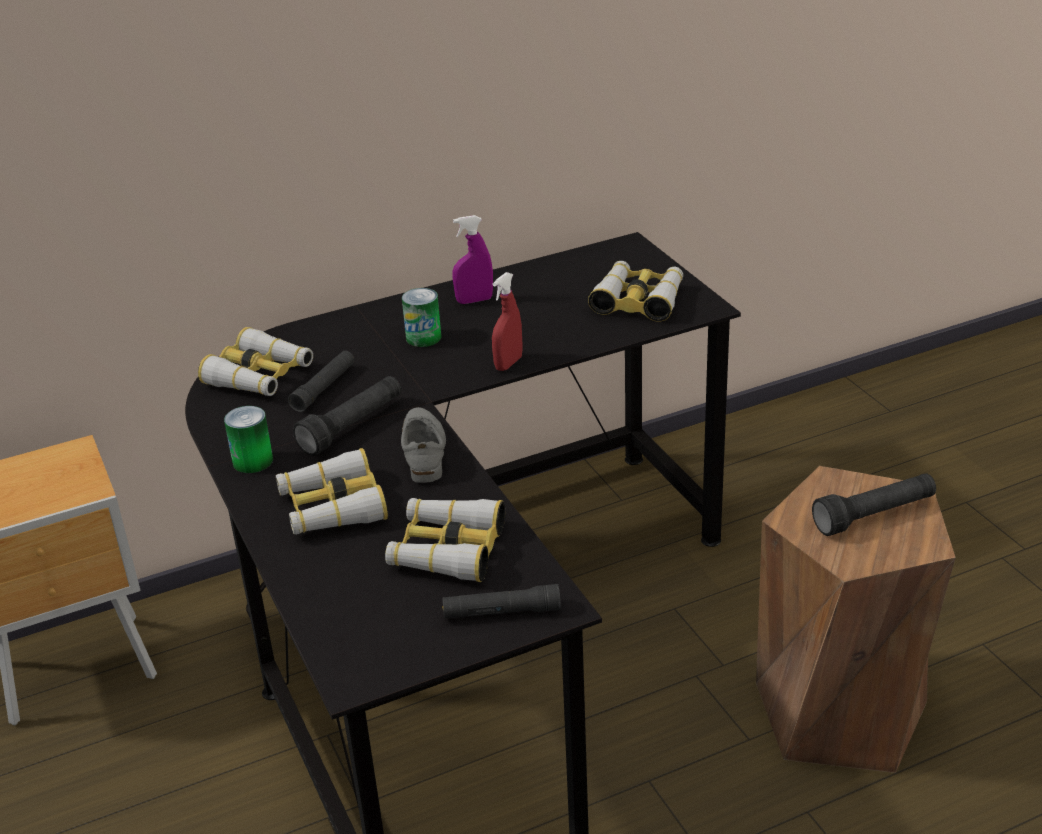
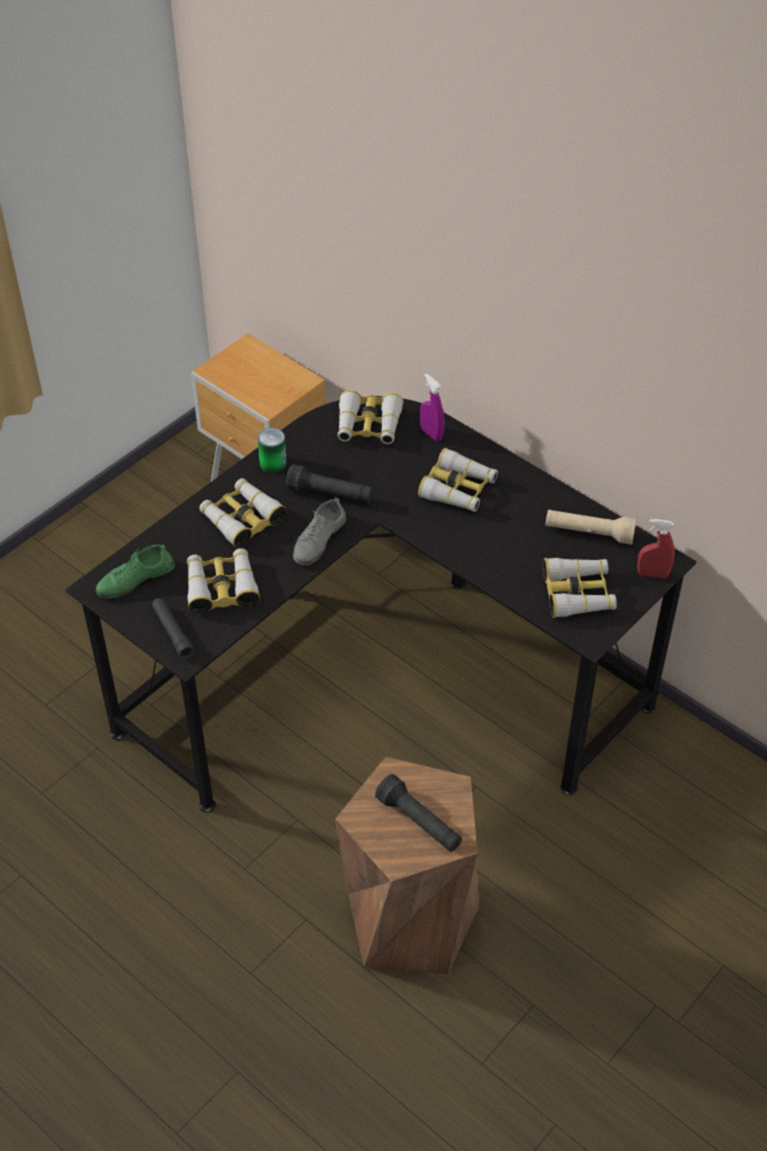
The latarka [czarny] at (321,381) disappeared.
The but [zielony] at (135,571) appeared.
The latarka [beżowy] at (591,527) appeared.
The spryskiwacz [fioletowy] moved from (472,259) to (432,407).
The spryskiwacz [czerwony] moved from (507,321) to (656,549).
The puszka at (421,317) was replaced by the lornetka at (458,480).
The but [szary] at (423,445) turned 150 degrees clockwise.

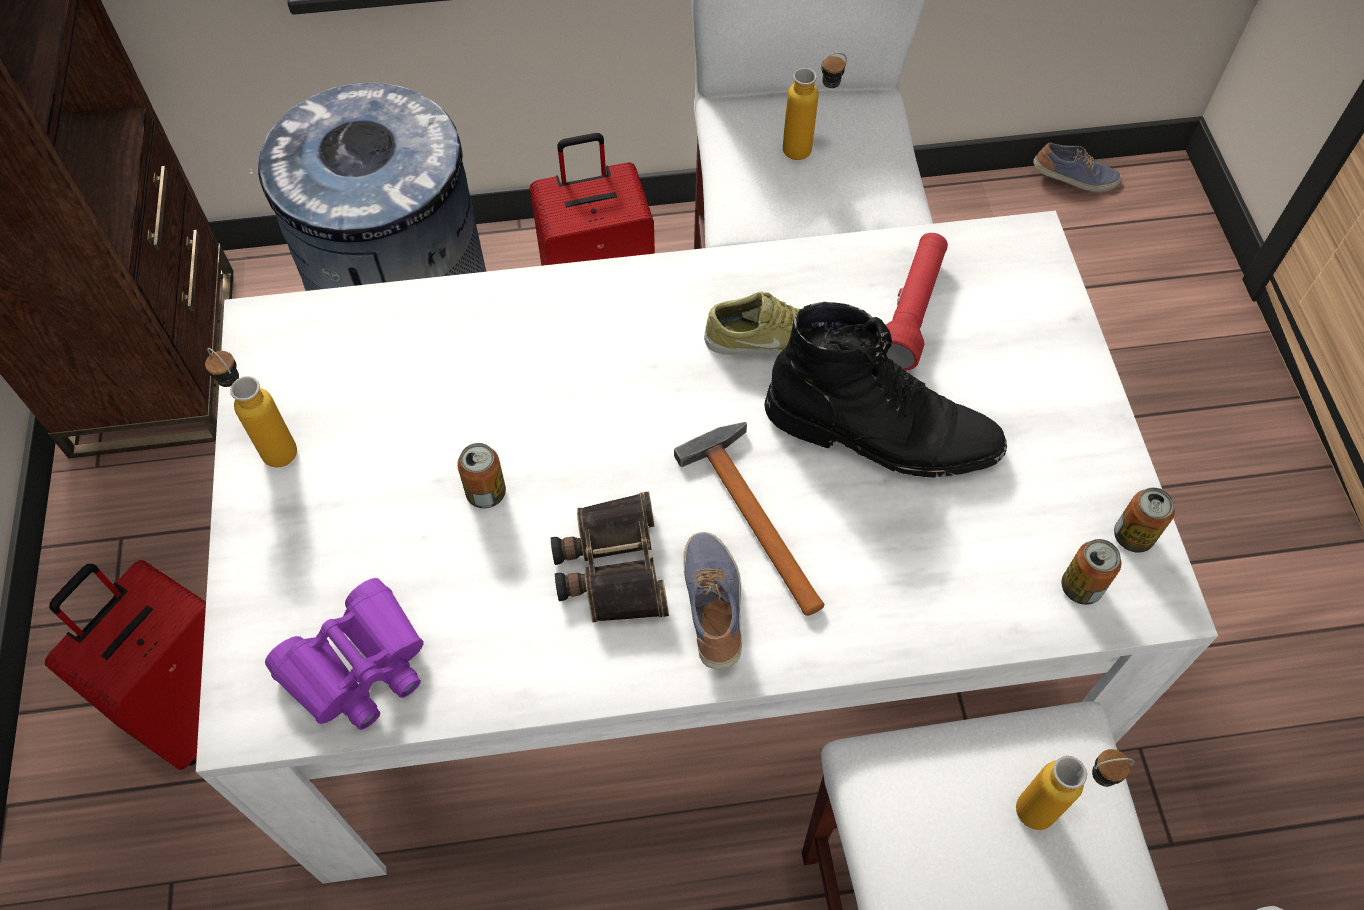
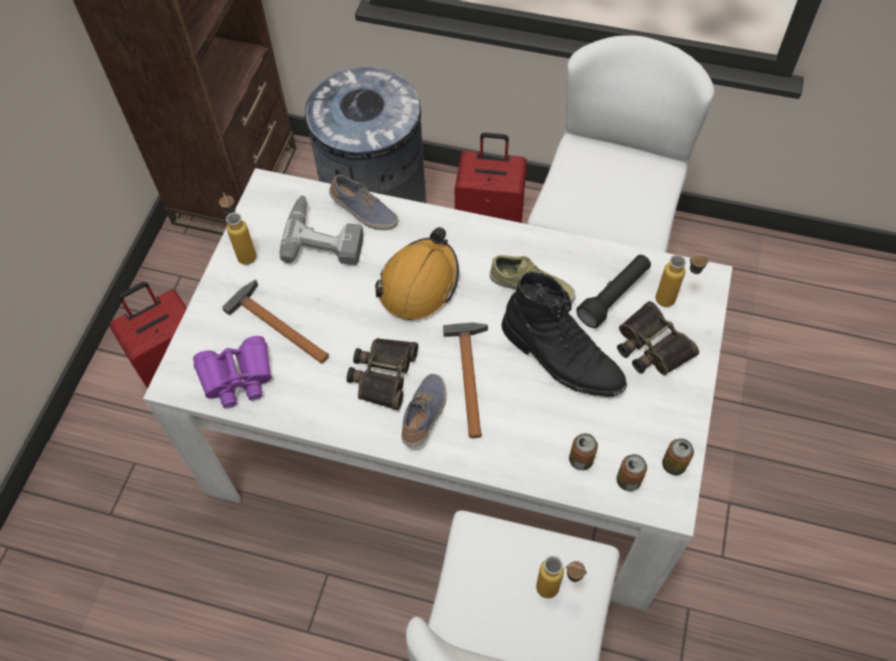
The młotek at (275,321) appeared.
The wiertarka at (322,230) appeared.
The kask [pomarańczowy] at (417,273) appeared.
The lornetka at (658,338) appeared.
The puszka moved from (481,475) to (583,451).
The butelka moved from (815,106) to (682,280).
The but moved from (1077,167) to (363,202).
The latarka [czerwony] at (915,302) became the latarka [czarny] at (613,291).

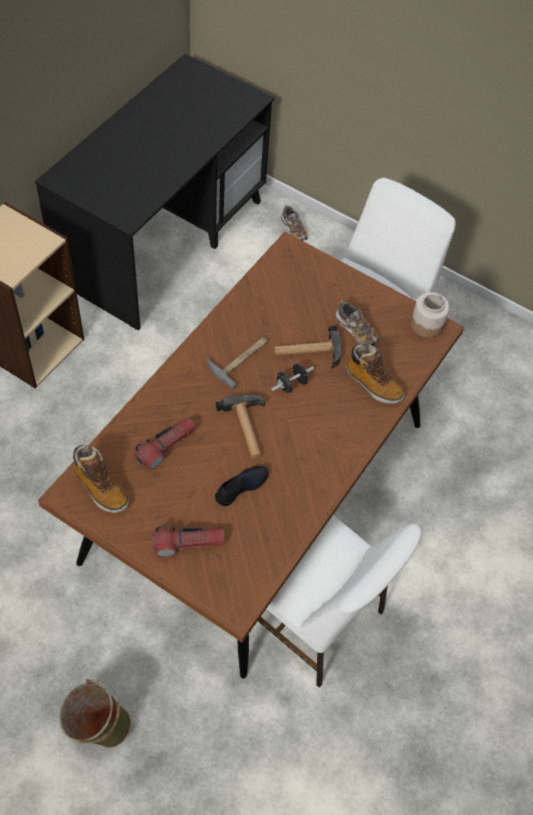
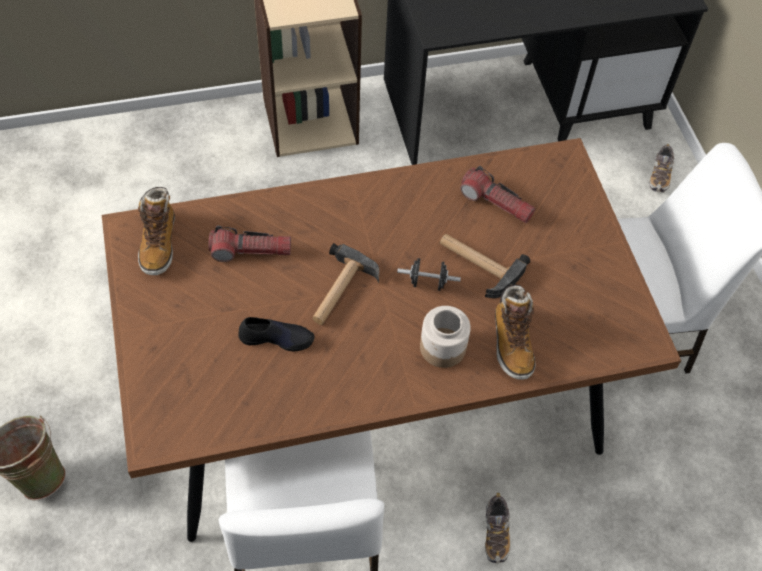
The młotek at (237,363) disappeared.
The latarka moved from (188,542) to (497,194).
The but moved from (357,323) to (498,528).
The słoik moved from (430,315) to (445,337).

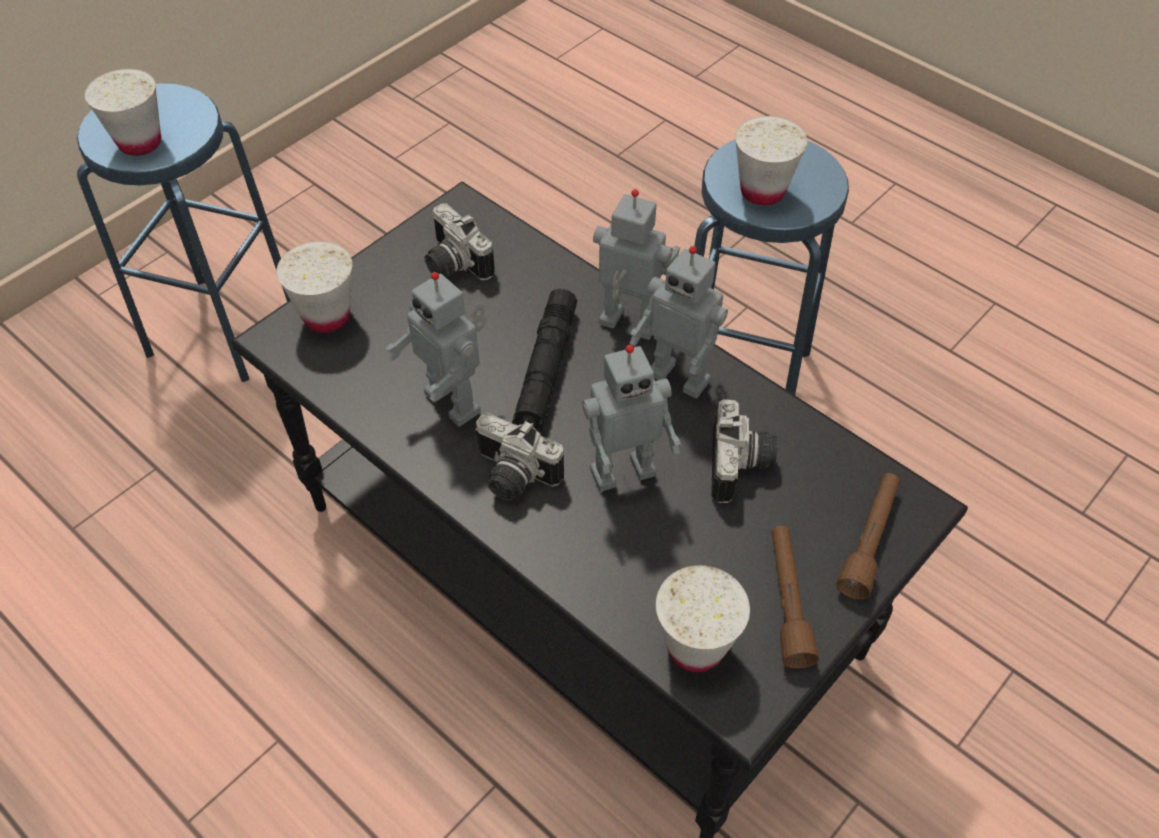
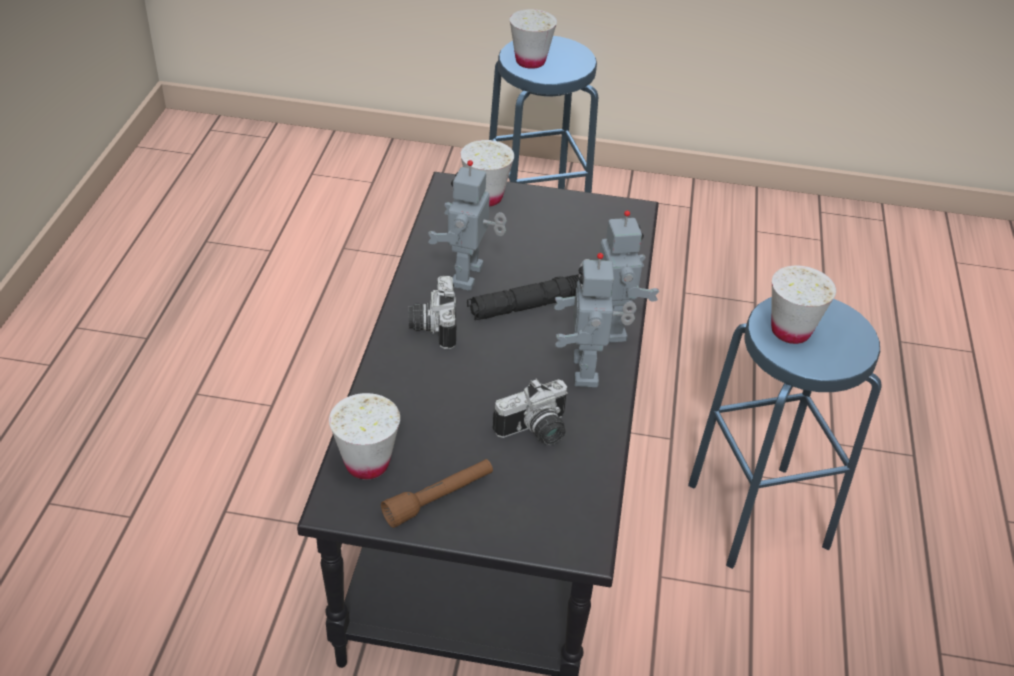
The aparat fotograficzny at (460,241) disappeared.
The robot zabawkowy at (631,418) disappeared.
The latarka [brązowy] at (868,536) disappeared.

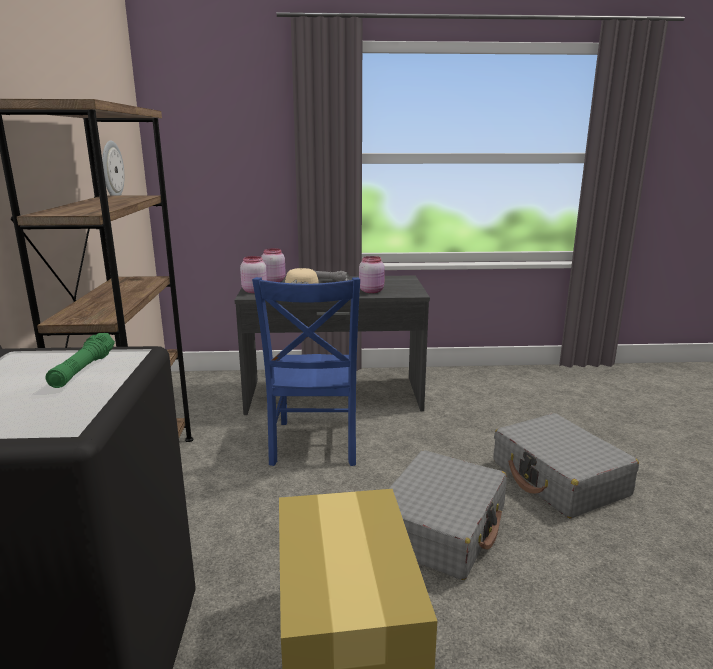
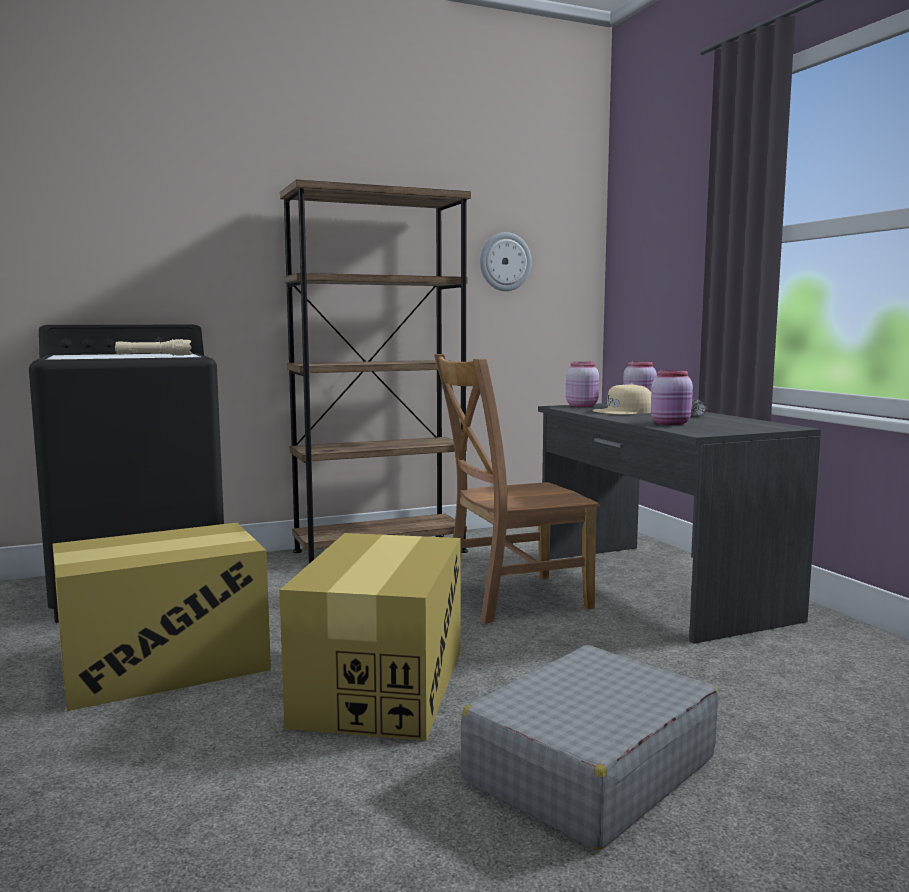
The walizka [szary] at (448,515) was replaced by the karton at (370,637).
The latarka [zielony] at (80,360) became the latarka [beżowy] at (153,347).
The krzesło [niebieski] at (306,371) became the krzesło [brązowy] at (516,489).

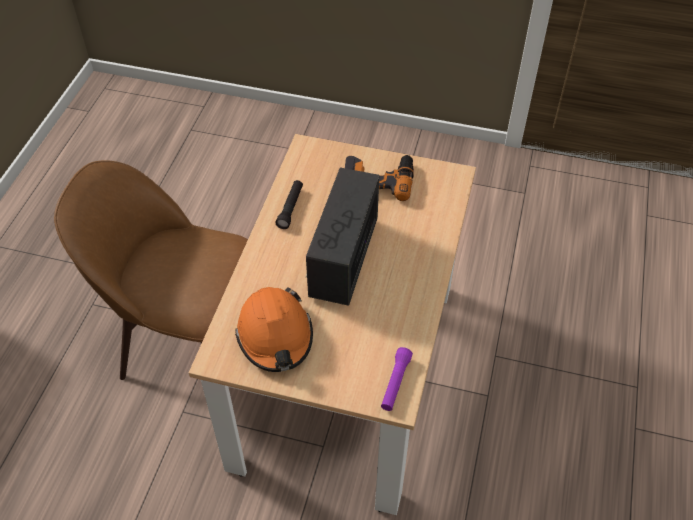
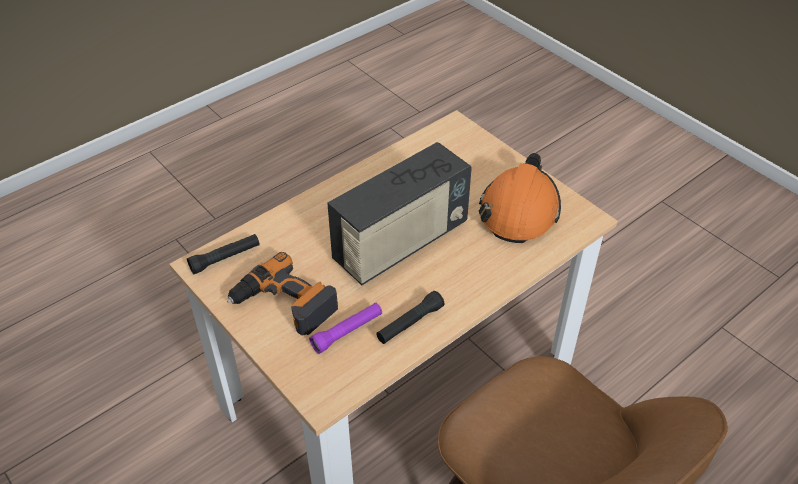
The latarka [czarny] at (223,254) appeared.
The latarka [fioletowy] moved from (397,379) to (345,328).

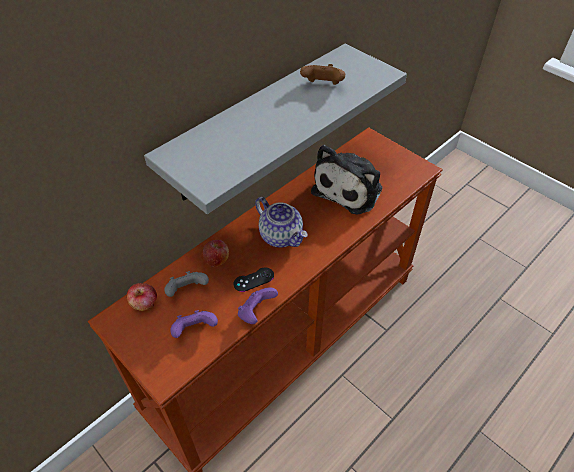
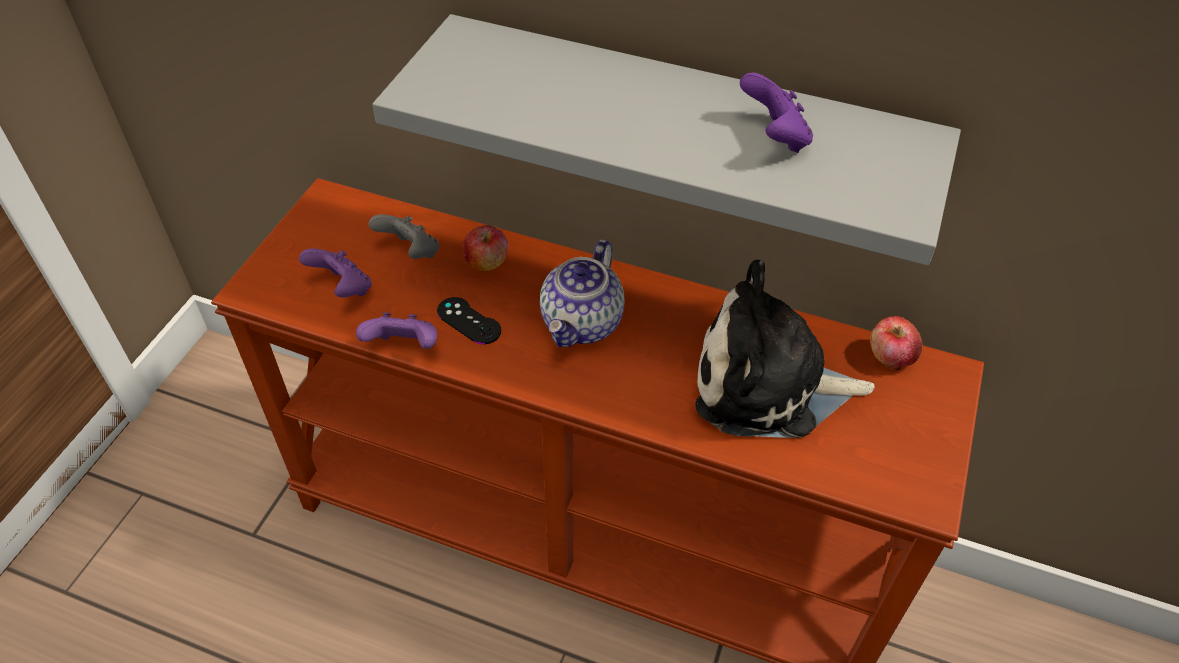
The jabłko moved from (142,297) to (896,343).
The pad do gier [brązowy] at (322,74) became the pad do gier [fioletowy] at (776,113).

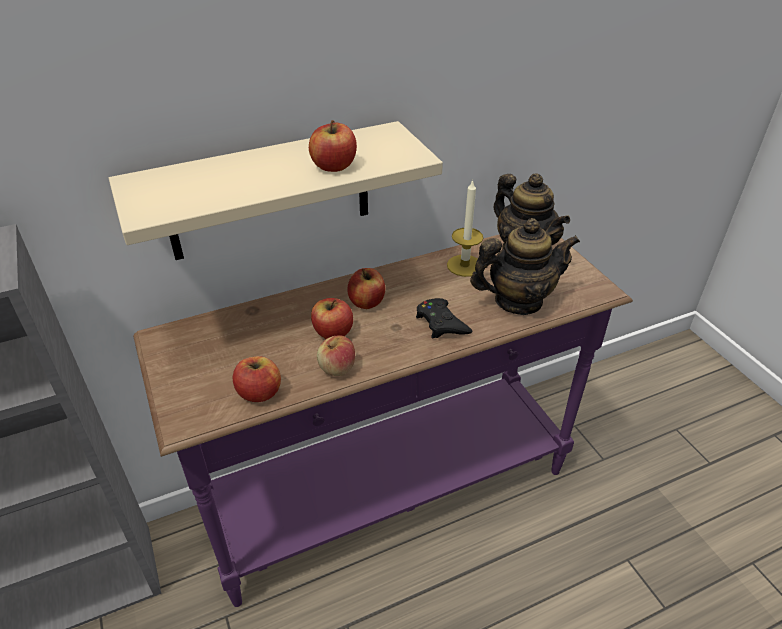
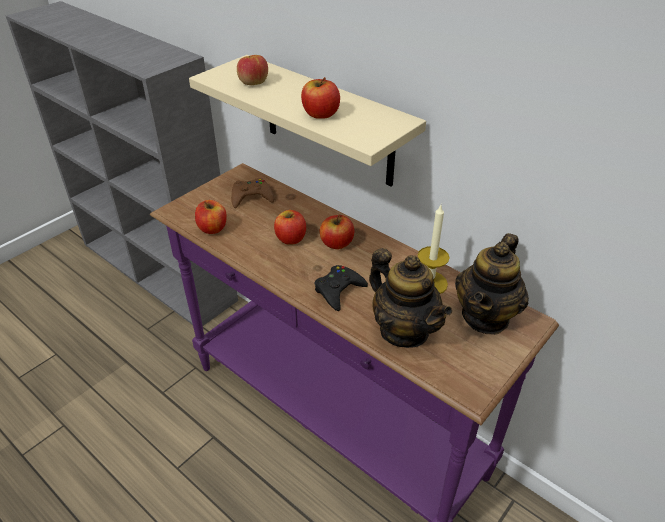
The pad do gier [brązowy] at (252,193) appeared.
The jabłko moved from (336,355) to (252,70).

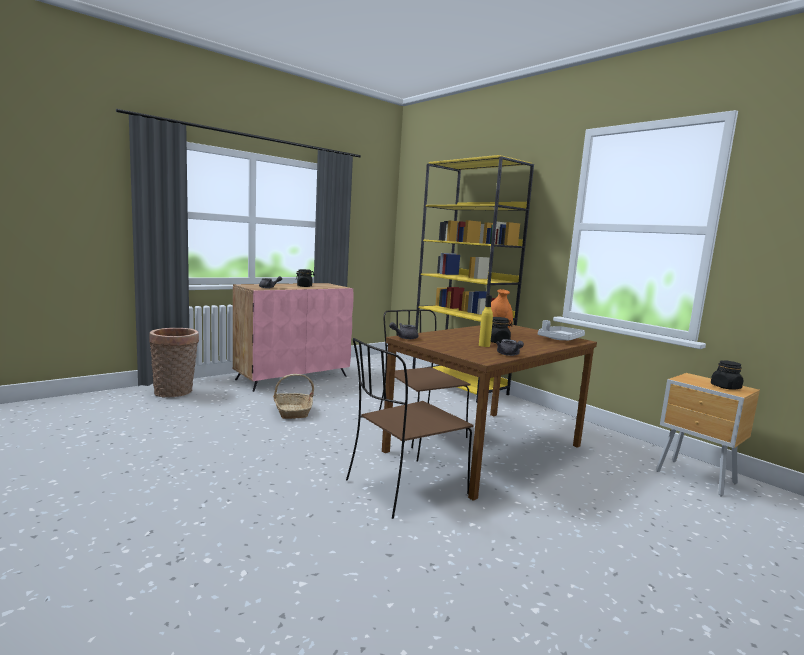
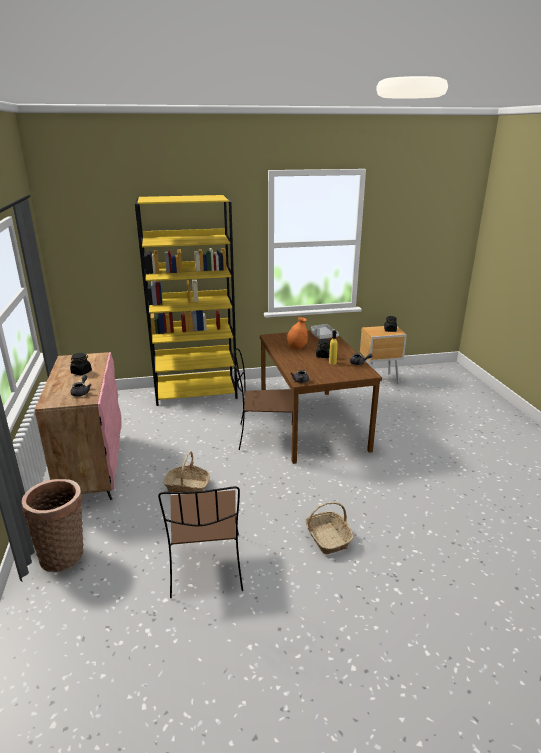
The koszyk at (329,528) appeared.
The krzesło [brązowy] moved from (410,428) to (200,542).

